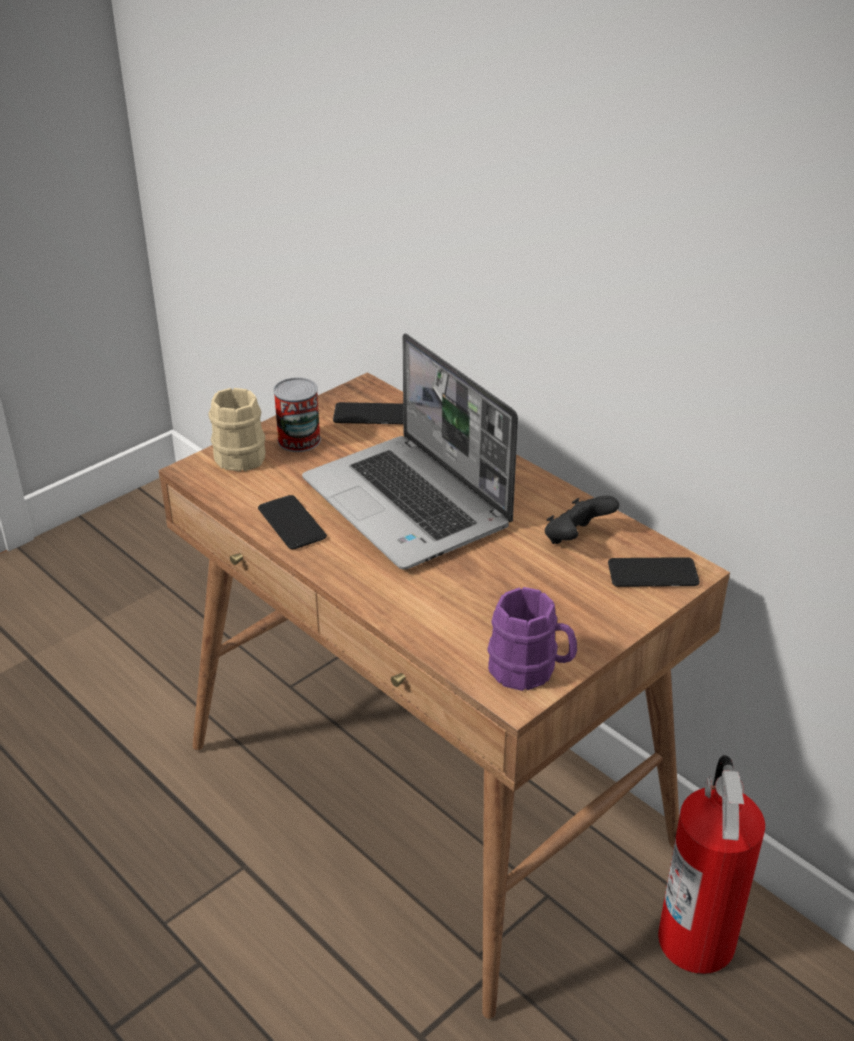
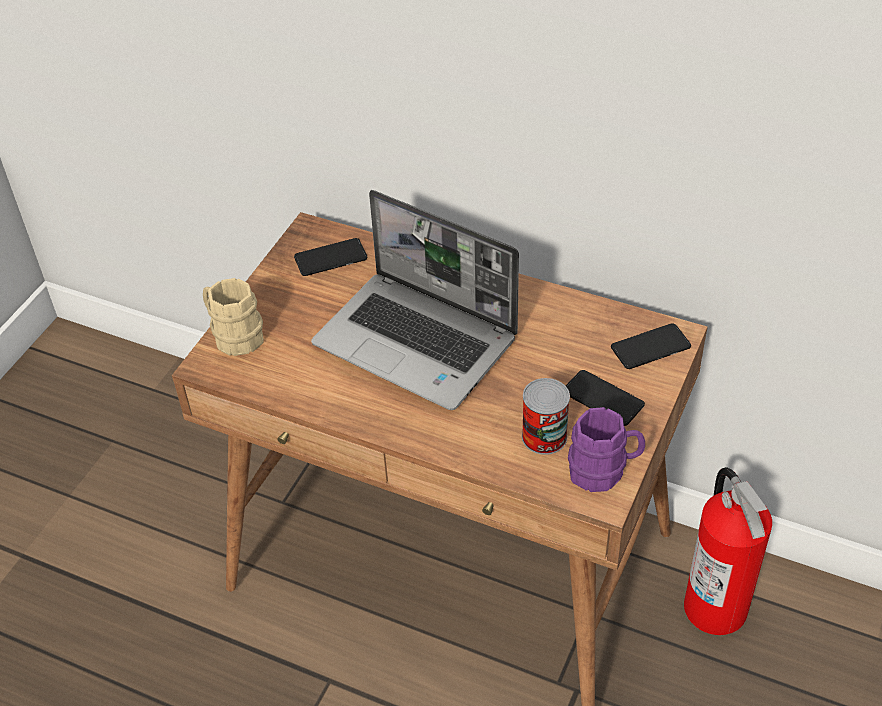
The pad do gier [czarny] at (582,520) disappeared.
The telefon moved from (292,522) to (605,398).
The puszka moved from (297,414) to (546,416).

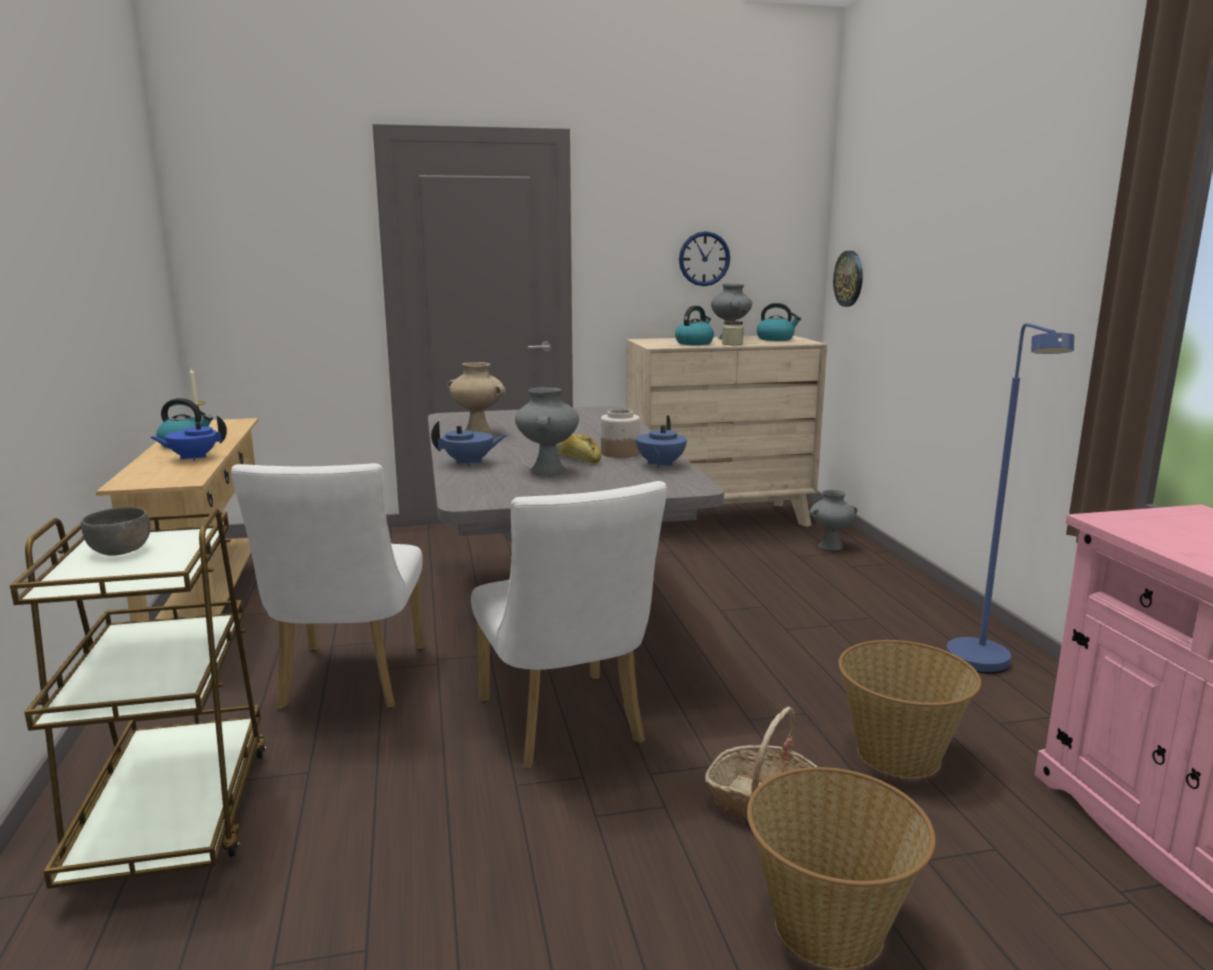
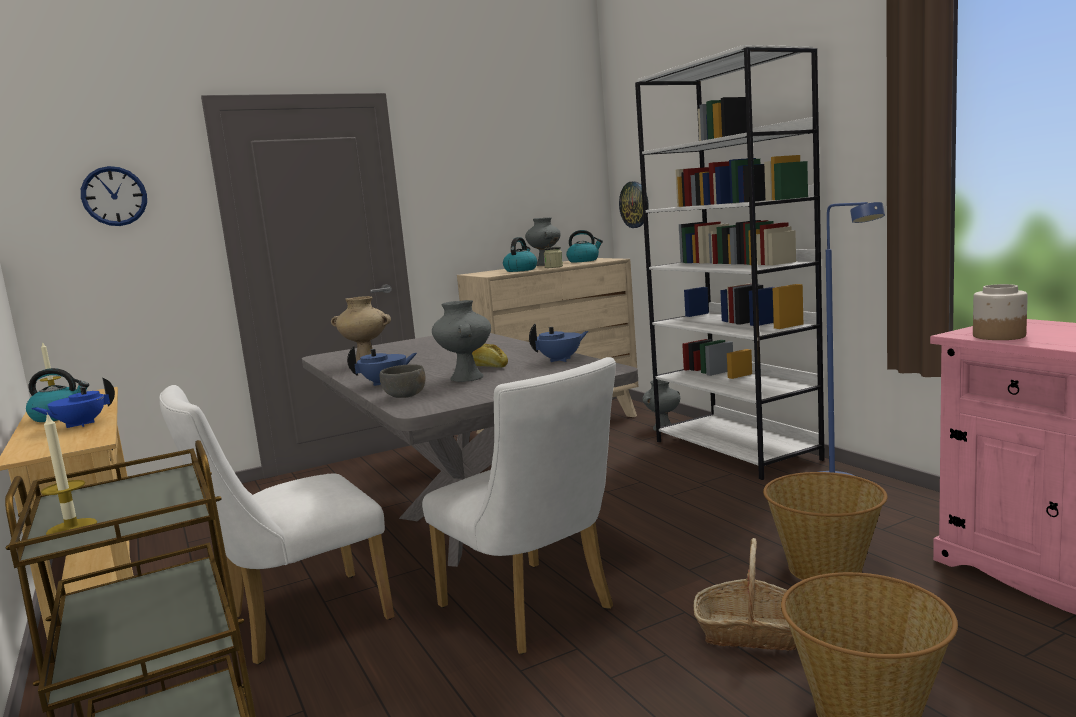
The świeca at (69,474) appeared.
The regał [biały] at (730,262) appeared.
The miska [szary] moved from (116,531) to (403,381).
The słoik moved from (620,433) to (1000,312).
The zegar ścienny moved from (704,258) to (114,196).
The krzesło [biały] at (327,586) turned 75 degrees clockwise.
The imbryk [niebieski] at (661,442) turned 120 degrees counterclockwise.

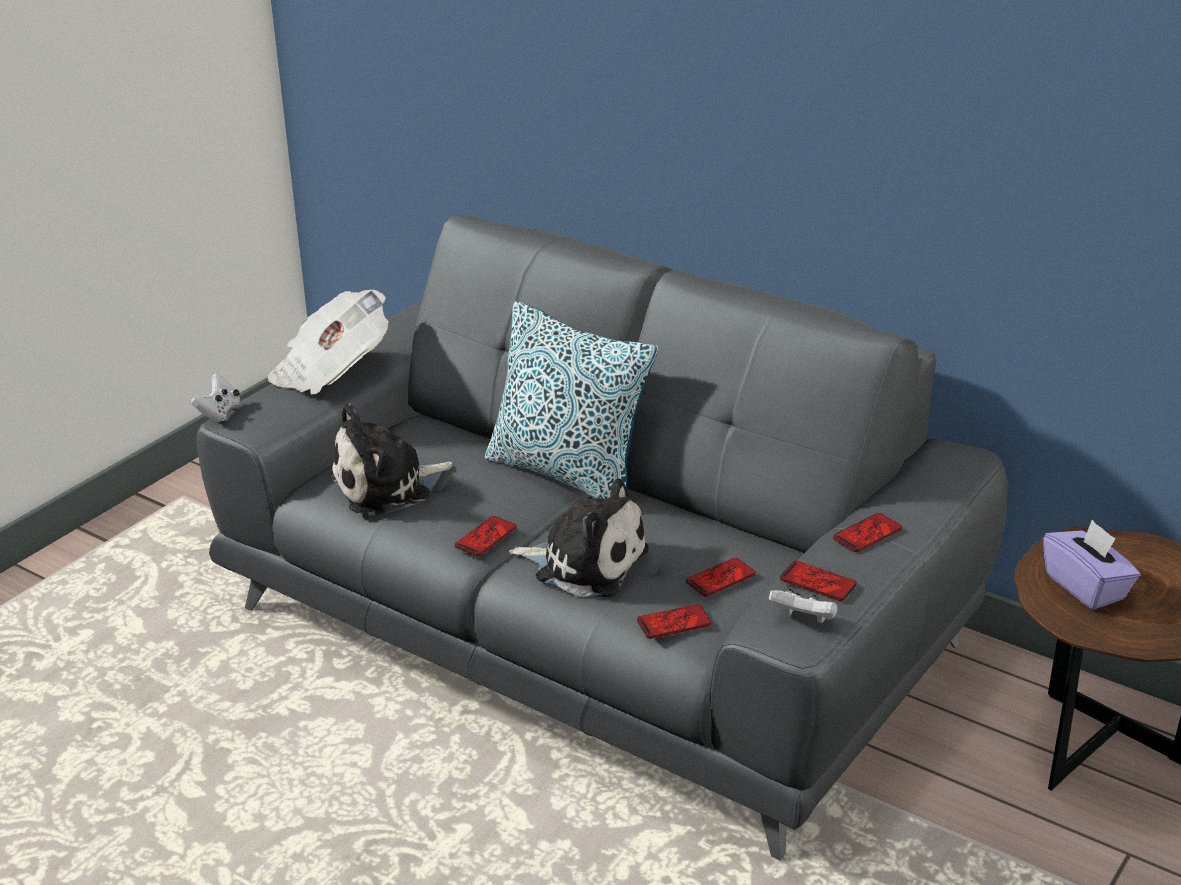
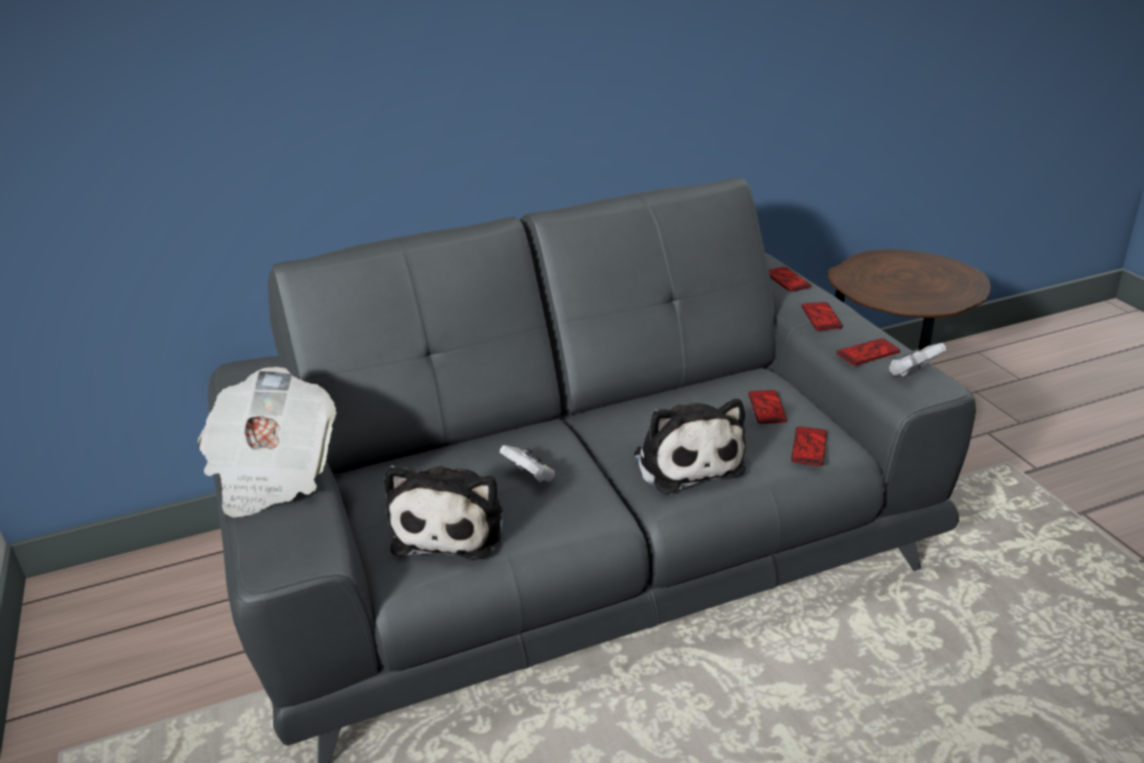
The poduszka at (572,400) disappeared.
The pudełko chusteczek [fioletowy] at (1091,564) disappeared.
The pad do gier [biały] moved from (215,397) to (527,464).
The telefon moved from (486,536) to (790,279).
The pluszak at (579,537) turned 105 degrees clockwise.

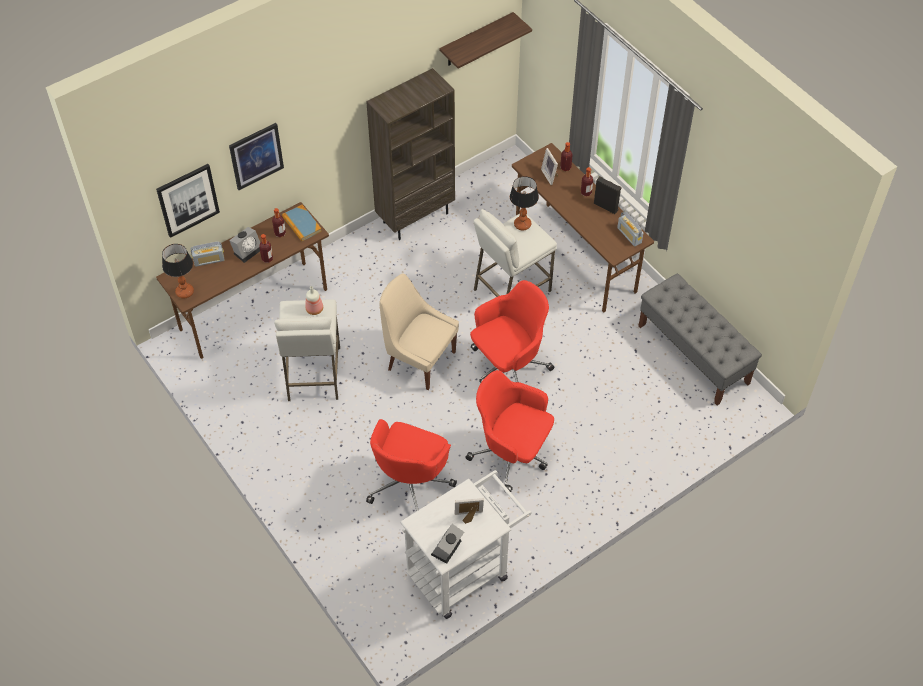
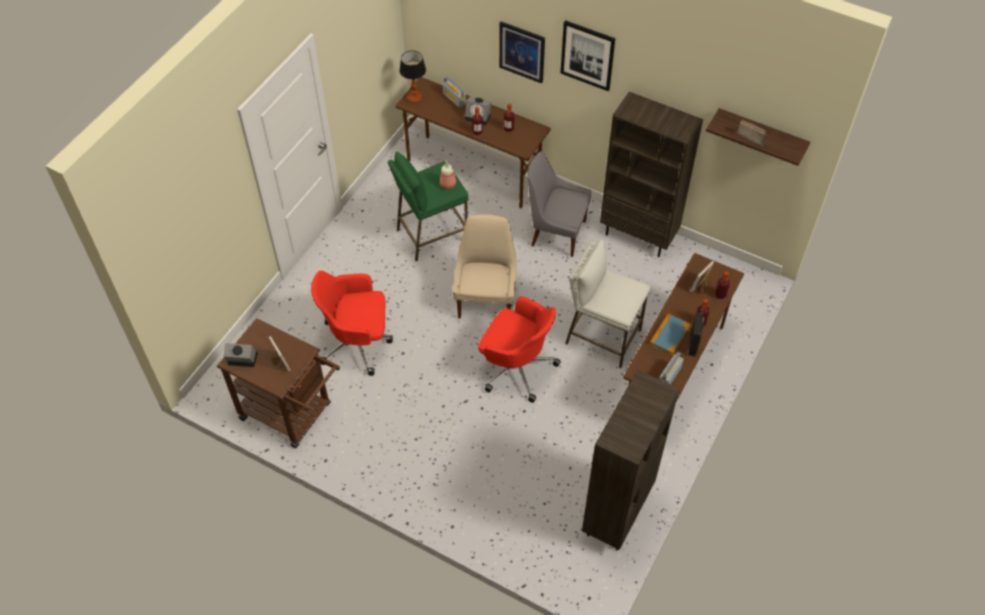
The krzesło biurowe [czerwony] at (509,431) disappeared.
The lampa stołowa at (524,203) disappeared.
The krzesło [szary] at (559,204) appeared.
The radio at (751,132) appeared.
The obraz moved from (188,201) to (587,55).
The książka moved from (302,223) to (669,334).
The ławka [szary] at (700,339) was replaced by the regał [brązowy] at (630,460).
The stołek [biały] at (307,350) became the stołek [zielony] at (428,206).
The wózek [biały] at (466,544) became the wózek [brązowy] at (278,383).

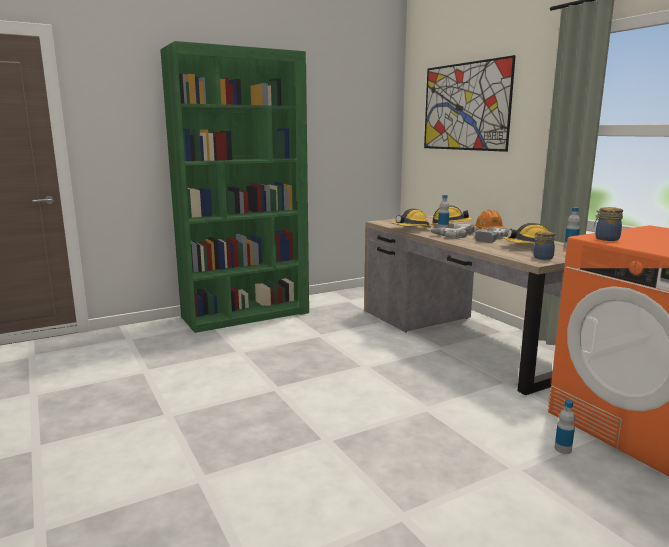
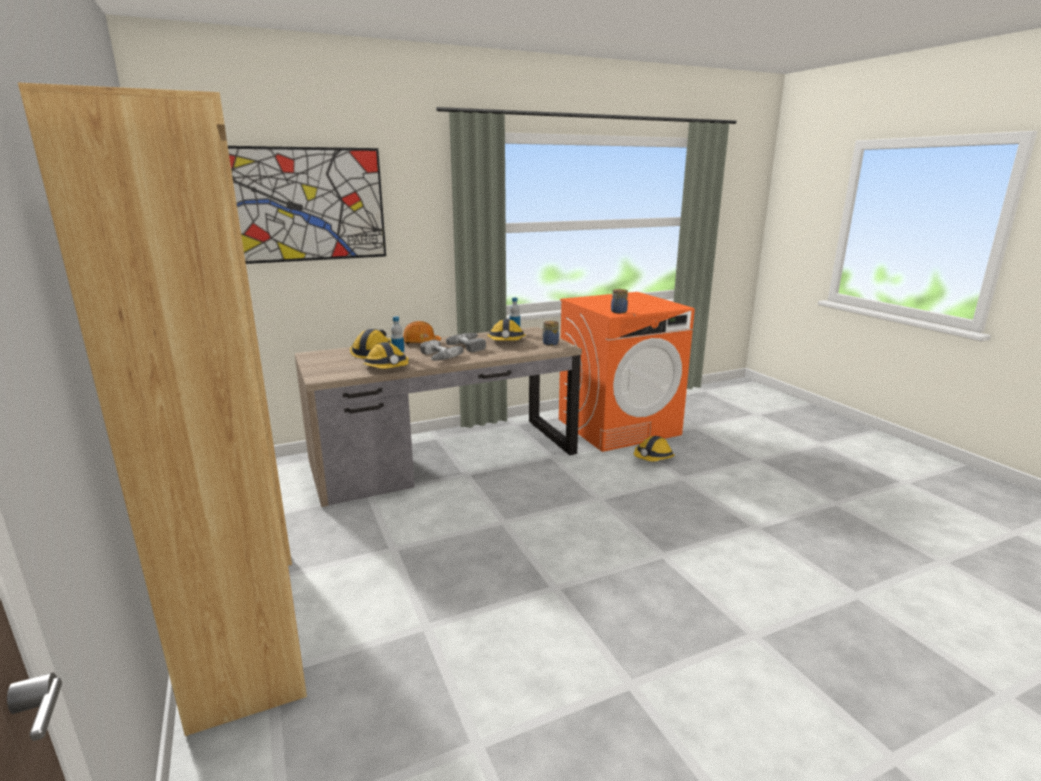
The butelka at (565,427) was replaced by the kask at (654,449).
The regał [zielony] at (234,187) became the regał [brązowy] at (162,409).

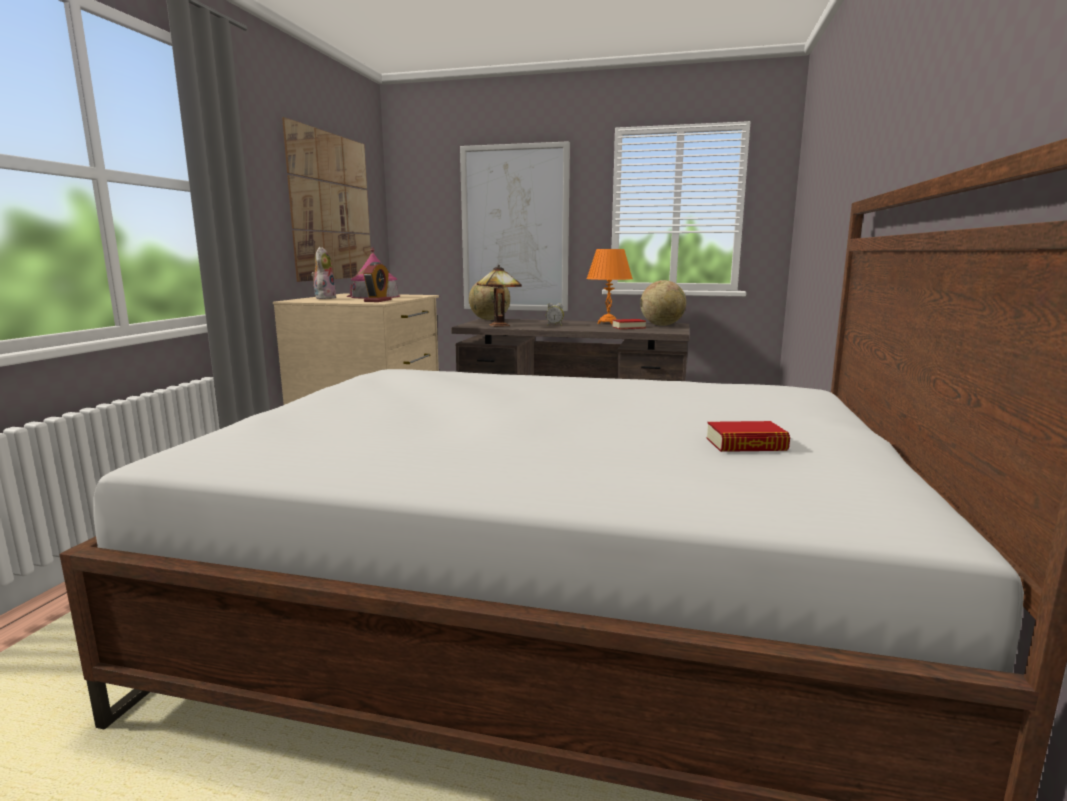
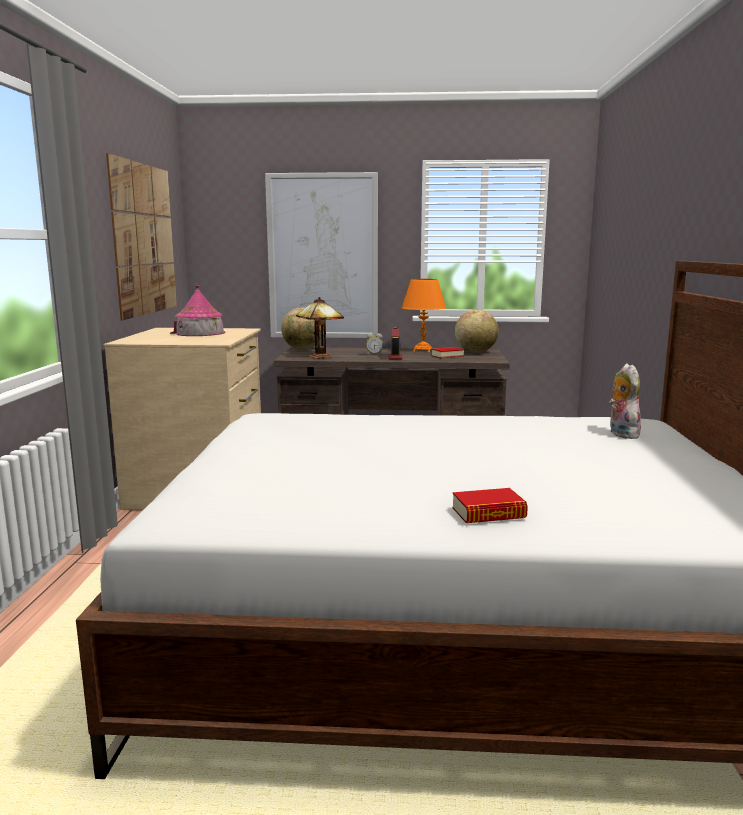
The pluszak moved from (323,273) to (625,401).
The budzik moved from (377,282) to (395,342).
The książka moved from (748,436) to (490,505).

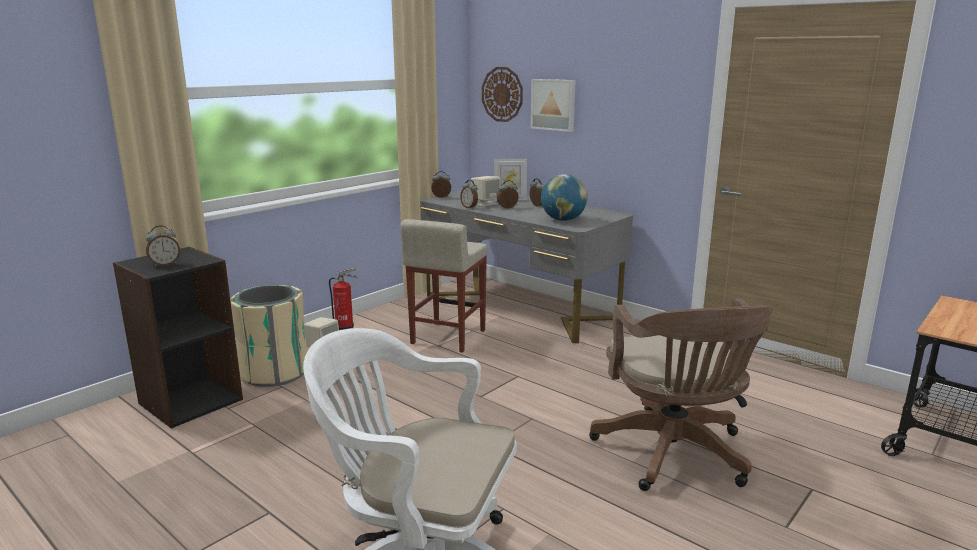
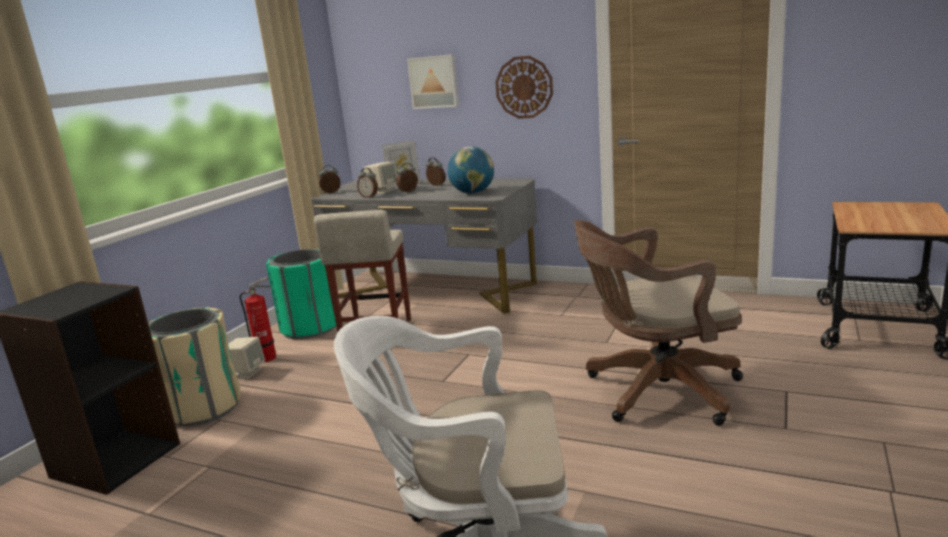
The budzik at (163,246) disappeared.
The kosz na śmieci [zielony] at (301,294) appeared.
The zegar ścienny moved from (502,94) to (524,87).
The krzesło biurowe [brązowy] at (680,395) turned 105 degrees clockwise.

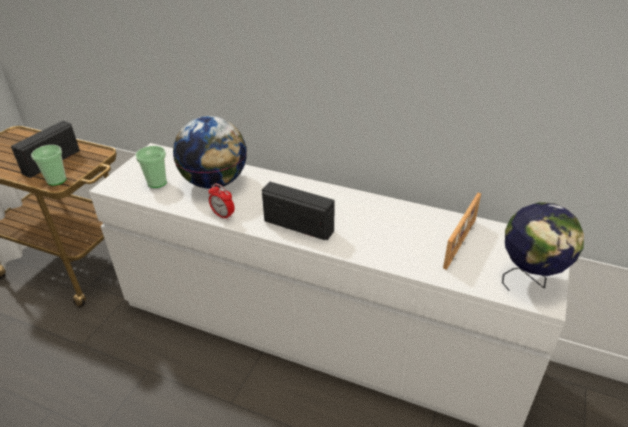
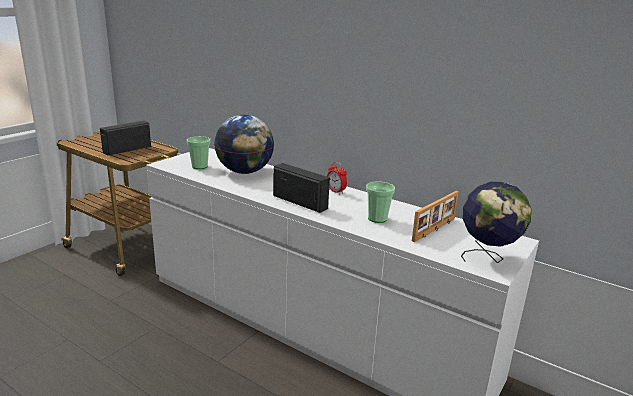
The filiżanka moved from (48,165) to (380,202).
The budzik moved from (221,201) to (337,178).

